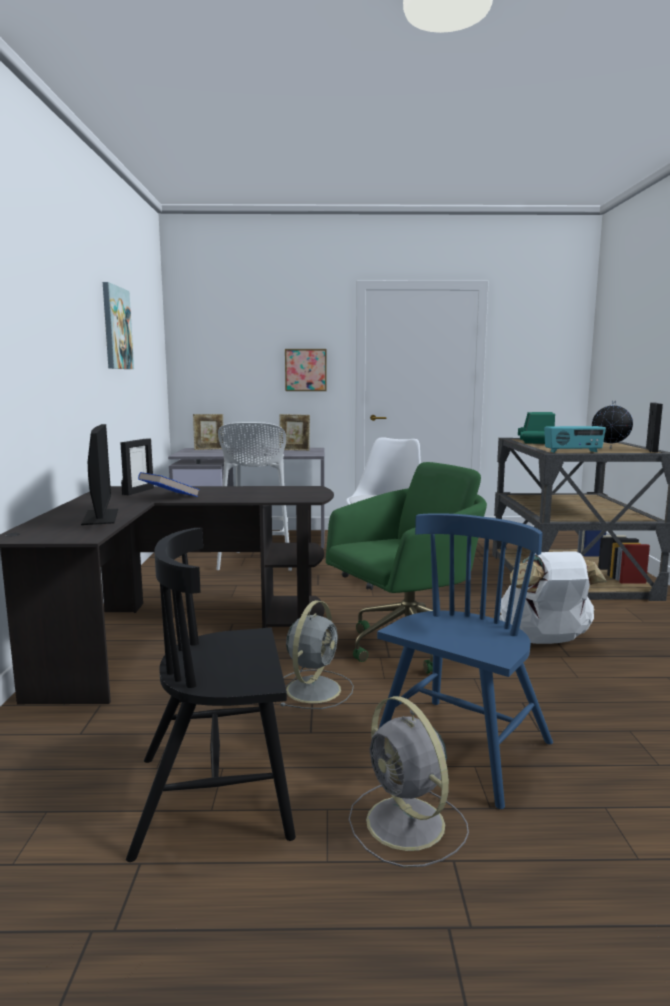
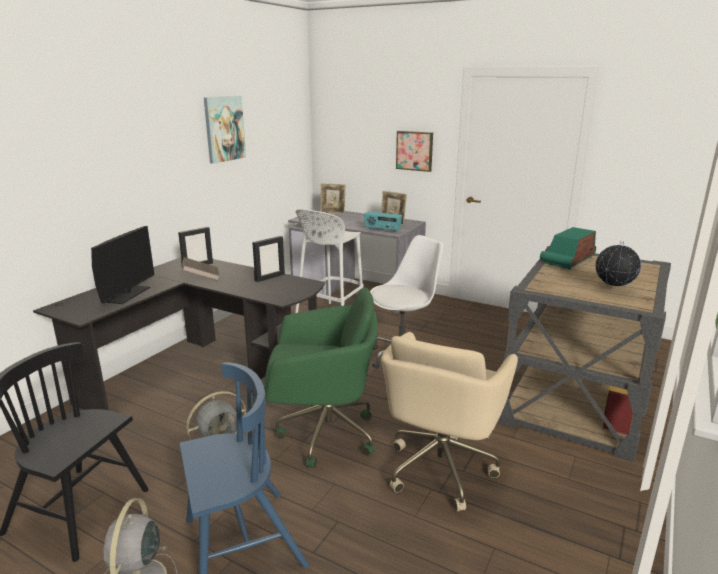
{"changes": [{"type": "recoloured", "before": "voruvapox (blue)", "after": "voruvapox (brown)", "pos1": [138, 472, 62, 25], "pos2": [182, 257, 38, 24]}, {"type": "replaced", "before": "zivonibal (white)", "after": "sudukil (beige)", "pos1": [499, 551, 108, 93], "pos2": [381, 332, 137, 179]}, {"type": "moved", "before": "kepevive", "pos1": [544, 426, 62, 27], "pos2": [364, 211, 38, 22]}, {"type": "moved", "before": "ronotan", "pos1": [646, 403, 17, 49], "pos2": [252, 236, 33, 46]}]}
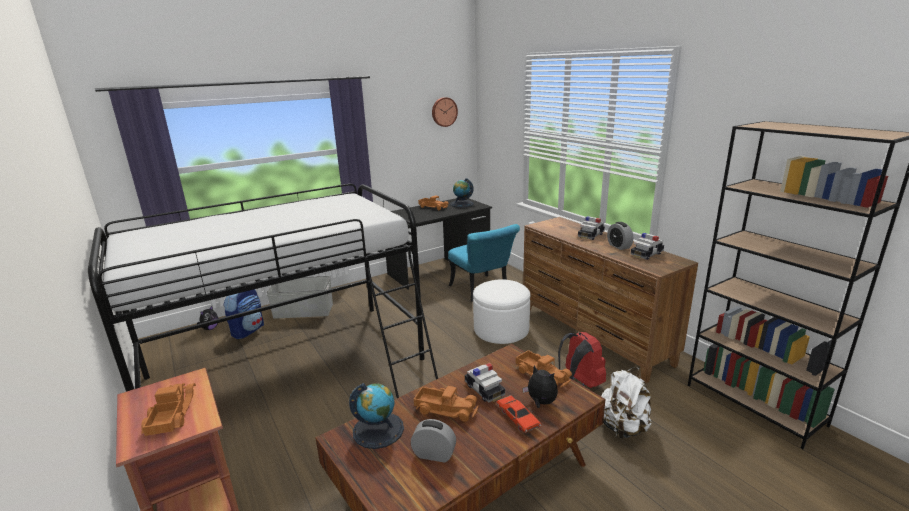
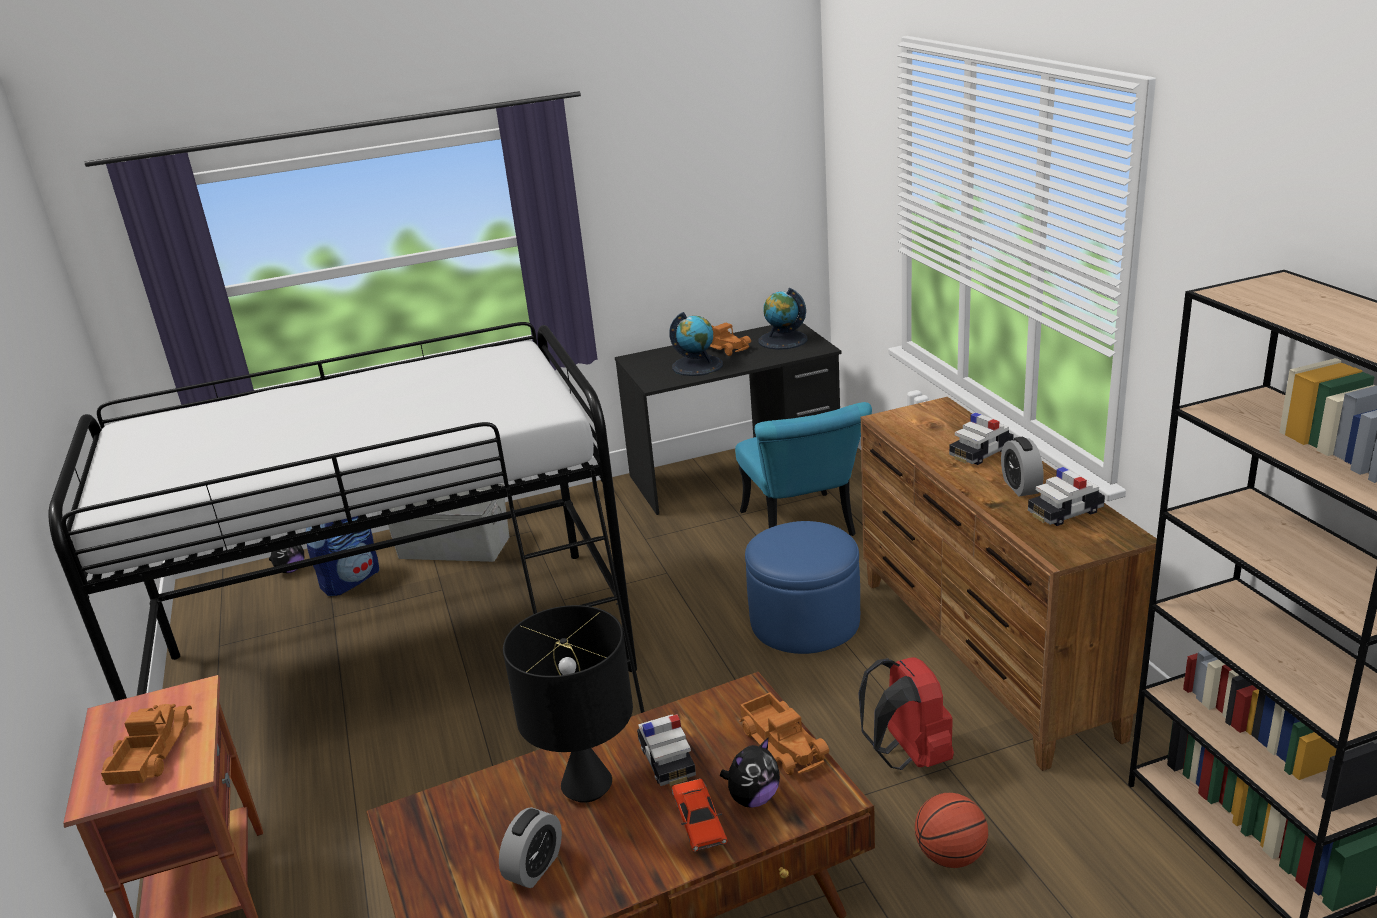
{"changes": [{"type": "moved", "before": "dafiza", "pos1": [349, 383, 55, 66], "pos2": [669, 312, 54, 64]}, {"type": "turned", "before": "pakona", "pos1": [411, 419, 45, 44], "pos2": [499, 807, 63, 81], "turn": 90}, {"type": "replaced", "before": "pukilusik", "after": "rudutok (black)", "pos1": [414, 386, 65, 36], "pos2": [503, 605, 130, 198]}, {"type": "removed", "before": "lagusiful", "pos1": [432, 97, 26, 30]}, {"type": "recoloured", "before": "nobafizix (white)", "after": "nobafizix (blue)", "pos1": [473, 280, 57, 64], "pos2": [745, 521, 115, 133]}, {"type": "turned", "before": "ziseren", "pos1": [522, 365, 36, 43], "pos2": [720, 738, 60, 70], "turn": 90}, {"type": "replaced", "before": "zivonibal (white)", "after": "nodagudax", "pos1": [601, 367, 50, 72], "pos2": [915, 793, 73, 75]}]}
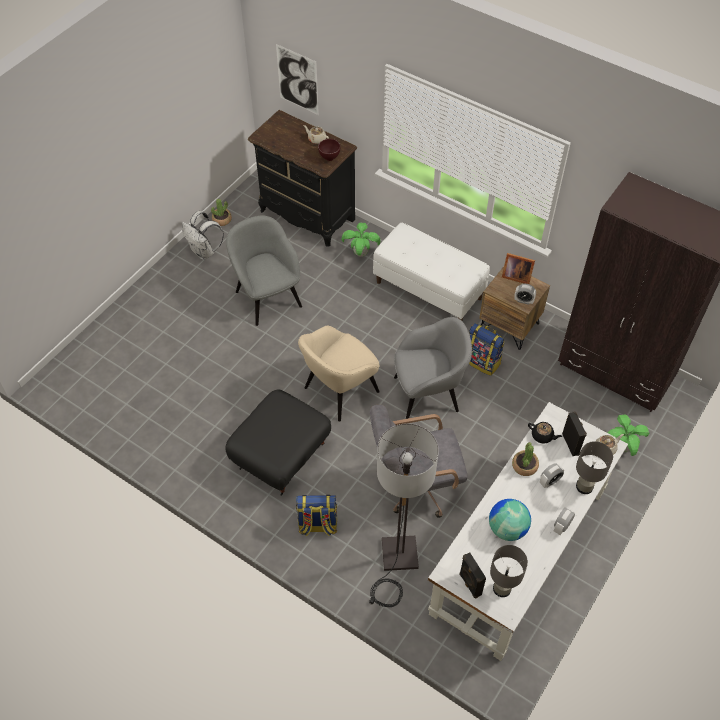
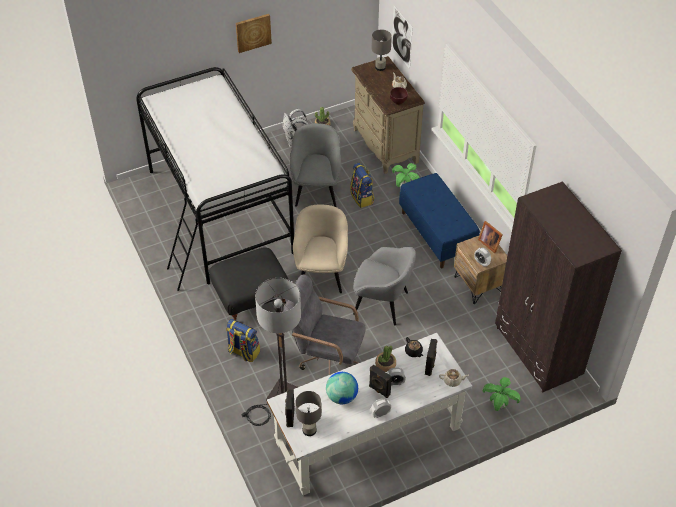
{"changes": [{"type": "recoloured", "before": "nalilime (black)", "after": "nalilime (beige)", "pos1": [248, 110, 109, 137], "pos2": [351, 56, 74, 118]}, {"type": "turned", "before": "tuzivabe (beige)", "pos1": [298, 326, 82, 96], "pos2": [293, 204, 55, 89], "turn": 105}, {"type": "recoloured", "before": "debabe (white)", "after": "debabe (blue)", "pos1": [373, 222, 117, 99], "pos2": [399, 173, 81, 95]}, {"type": "moved", "before": "zivonibal", "pos1": [469, 323, 36, 53], "pos2": [350, 163, 24, 45]}, {"type": "moved", "before": "rudutok (grey)", "pos1": [576, 441, 37, 53], "pos2": [372, 29, 20, 42]}, {"type": "added", "after": "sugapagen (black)", "pos2": [136, 67, 158, 224]}, {"type": "added", "after": "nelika", "pos2": [236, 14, 36, 39]}, {"type": "added", "after": "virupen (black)", "pos2": [369, 365, 23, 33]}]}
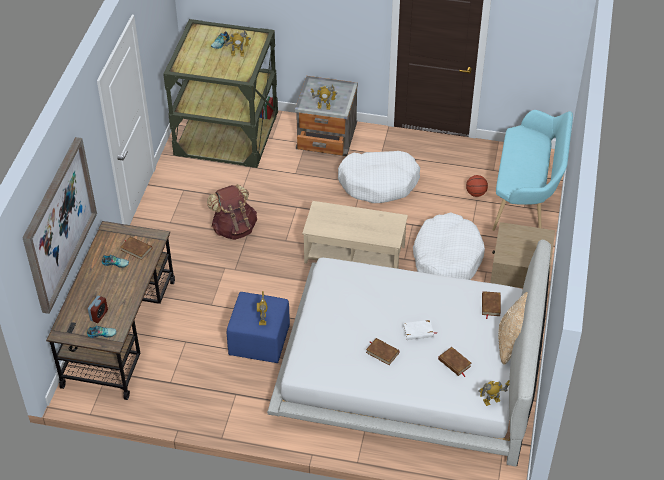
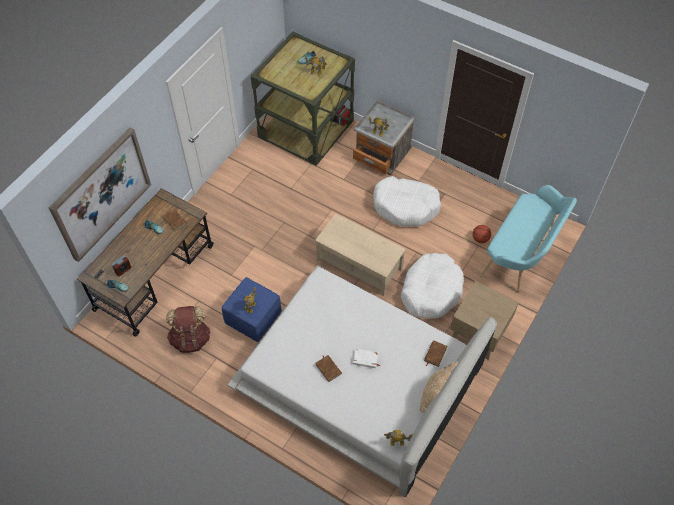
{"changes": [{"type": "moved", "before": "zivonibal (brown)", "pos1": [207, 184, 50, 56], "pos2": [166, 306, 44, 47]}, {"type": "removed", "before": "voruvapox (brown)", "pos1": [438, 347, 33, 30]}]}
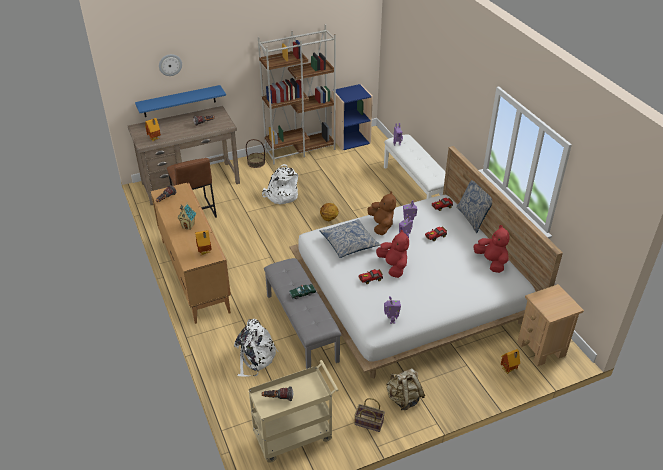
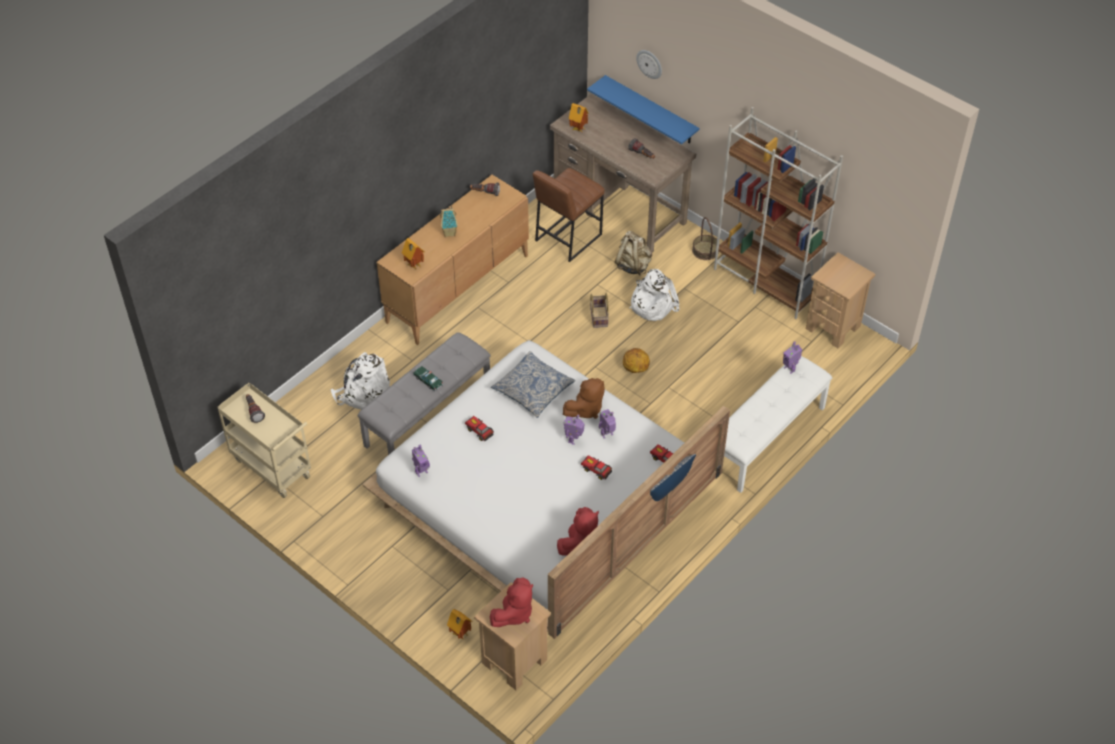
{"changes": [{"type": "replaced", "before": "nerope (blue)", "after": "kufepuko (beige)", "pos1": [332, 84, 41, 67], "pos2": [806, 252, 69, 96]}, {"type": "moved", "before": "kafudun", "pos1": [354, 398, 31, 34], "pos2": [590, 293, 19, 35]}, {"type": "moved", "before": "ziseren (red)", "pos1": [376, 230, 33, 48], "pos2": [490, 578, 43, 49]}, {"type": "moved", "before": "zivonibal (beige)", "pos1": [386, 368, 39, 42], "pos2": [615, 231, 37, 45]}]}
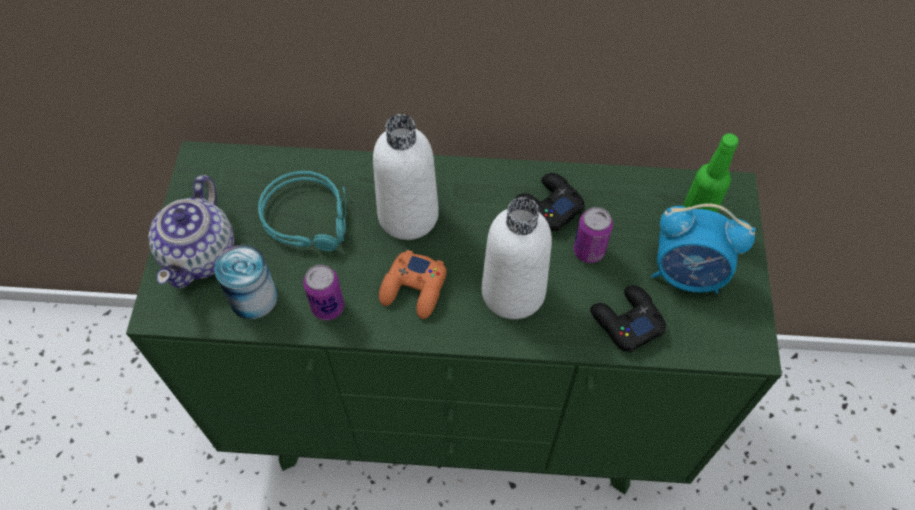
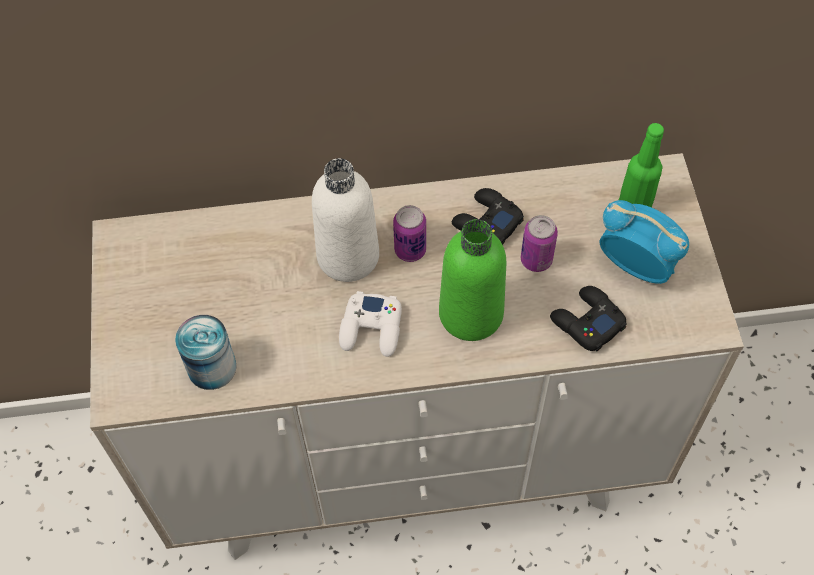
{"changes": [{"type": "recoloured", "before": "nalilime (green)", "after": "nalilime (white)", "pos1": [126, 141, 656, 353], "pos2": [90, 153, 654, 407]}, {"type": "removed", "before": "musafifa", "pos1": [148, 175, 87, 113]}, {"type": "removed", "before": "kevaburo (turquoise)", "pos1": [258, 171, 88, 80]}, {"type": "moved", "before": "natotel", "pos1": [303, 265, 41, 55], "pos2": [393, 205, 33, 57]}, {"type": "recoloured", "before": "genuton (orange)", "after": "genuton (white)", "pos1": [379, 250, 68, 69], "pos2": [339, 291, 63, 66]}, {"type": "recoloured", "before": "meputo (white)", "after": "meputo (green)", "pos1": [482, 197, 70, 122], "pos2": [439, 219, 67, 122]}, {"type": "turned", "before": "pakona", "pos1": [651, 203, 105, 90], "pos2": [599, 200, 90, 84], "turn": -150}]}
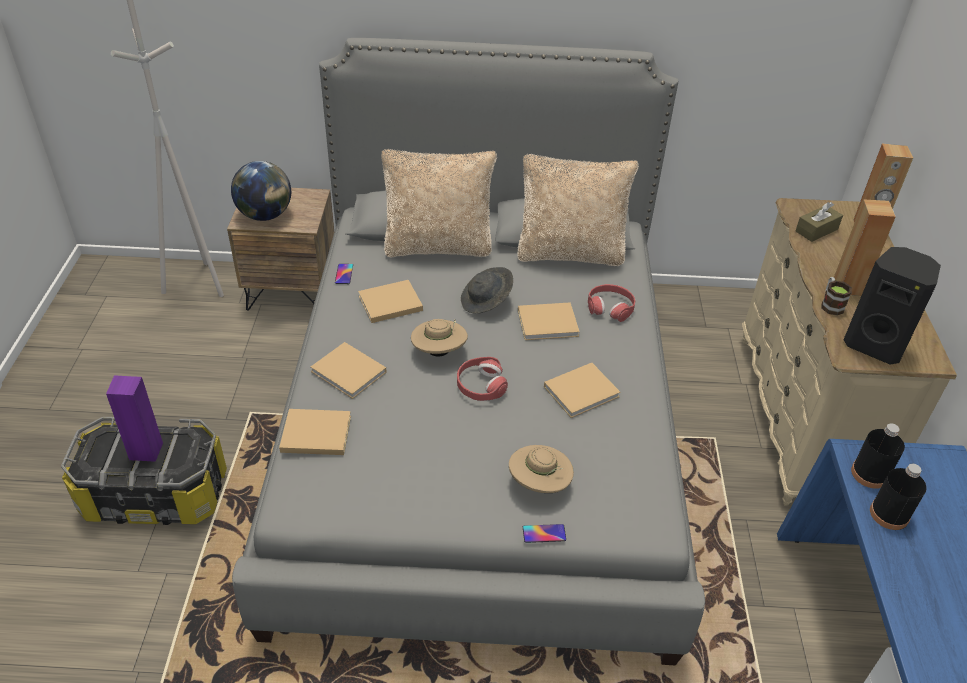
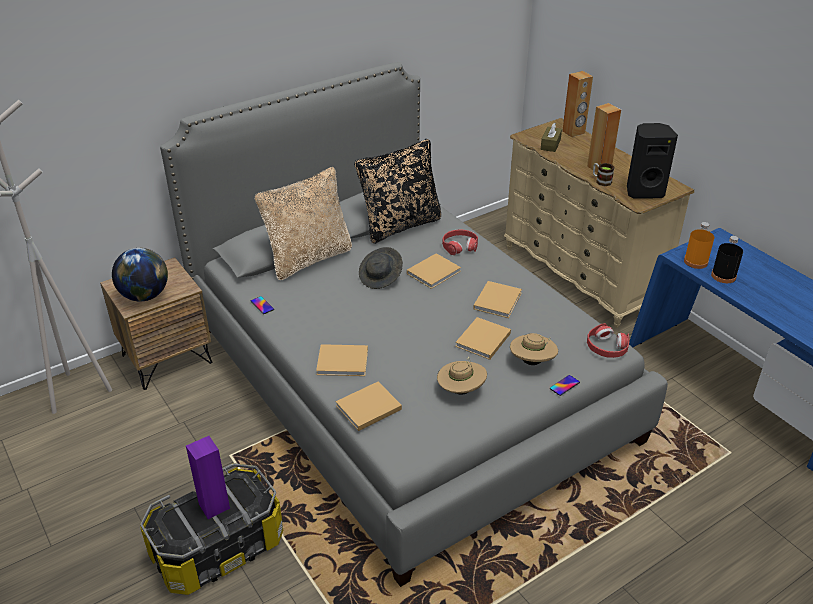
{"changes": [{"type": "moved", "before": "voruvapox (beige)", "pos1": [358, 280, 65, 43], "pos2": [455, 317, 56, 43]}, {"type": "moved", "before": "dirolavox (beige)", "pos1": [411, 319, 57, 38], "pos2": [437, 357, 50, 38]}, {"type": "moved", "before": "kevaburo (red)", "pos1": [457, 357, 51, 44], "pos2": [587, 323, 42, 35]}, {"type": "recoloured", "before": "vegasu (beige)", "after": "vegasu (black)", "pos1": [517, 153, 122, 113], "pos2": [355, 139, 86, 105]}, {"type": "recoloured", "before": "meputo (black)", "after": "meputo (orange)", "pos1": [851, 423, 54, 66], "pos2": [684, 222, 30, 47]}]}
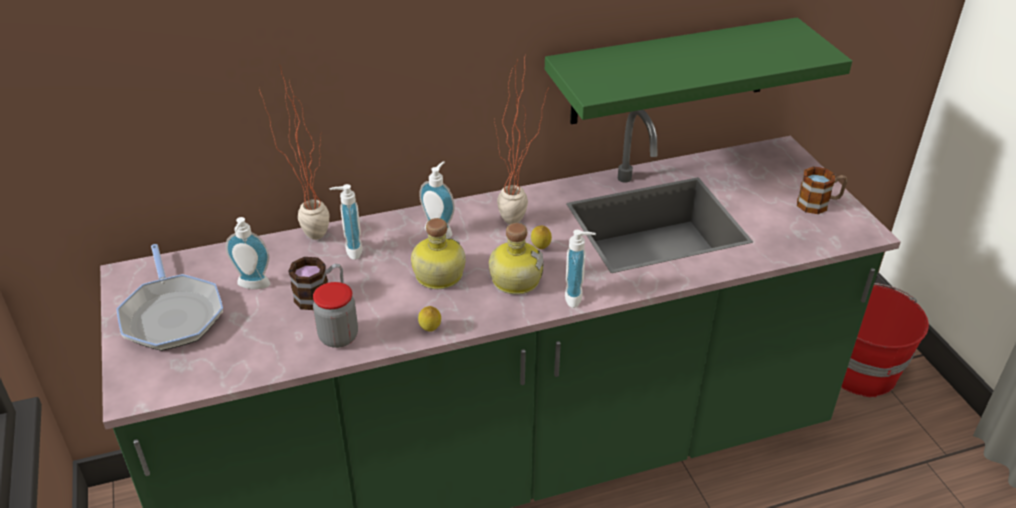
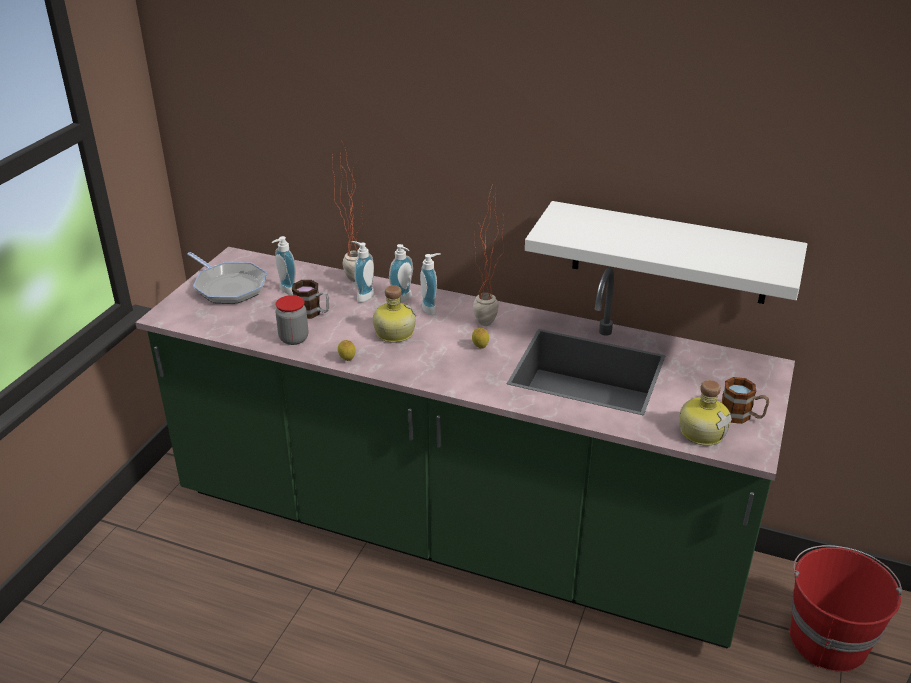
{"changes": [{"type": "turned", "before": "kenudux", "pos1": [116, 244, 107, 107], "pos2": [187, 252, 80, 52], "turn": -60}, {"type": "moved", "before": "meputo", "pos1": [489, 223, 55, 72], "pos2": [680, 380, 52, 66]}, {"type": "recoloured", "before": "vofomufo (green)", "after": "vofomufo (white)", "pos1": [545, 18, 307, 106], "pos2": [525, 201, 282, 103]}, {"type": "moved", "before": "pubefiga", "pos1": [565, 230, 31, 78], "pos2": [389, 244, 24, 59]}]}
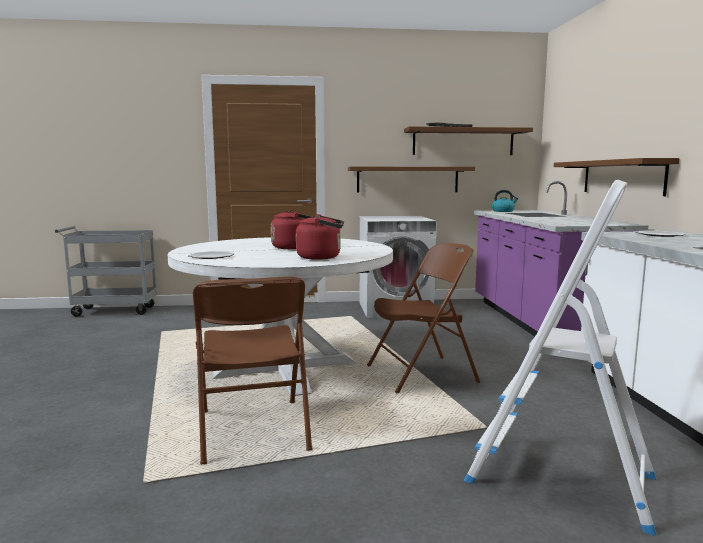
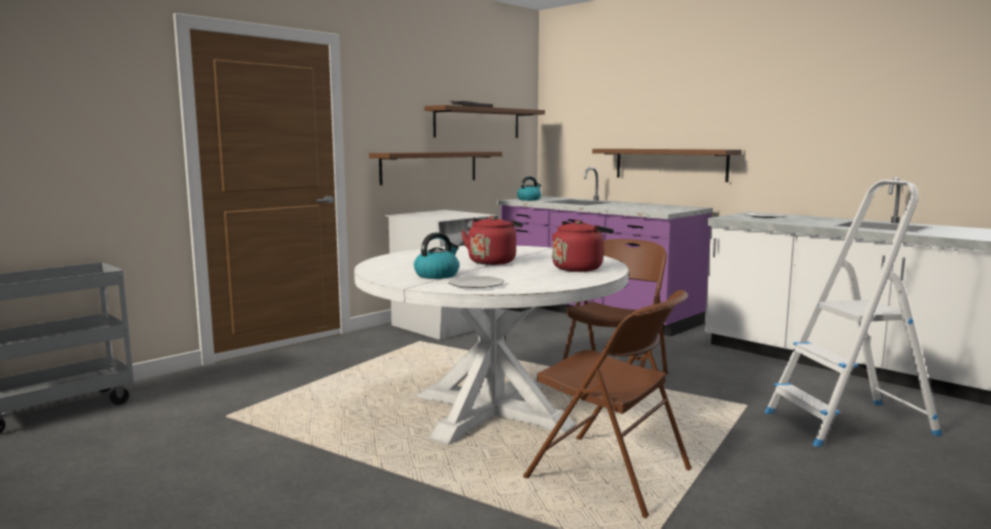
{"changes": [{"type": "added", "after": "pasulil", "pos2": [414, 232, 45, 47]}]}
